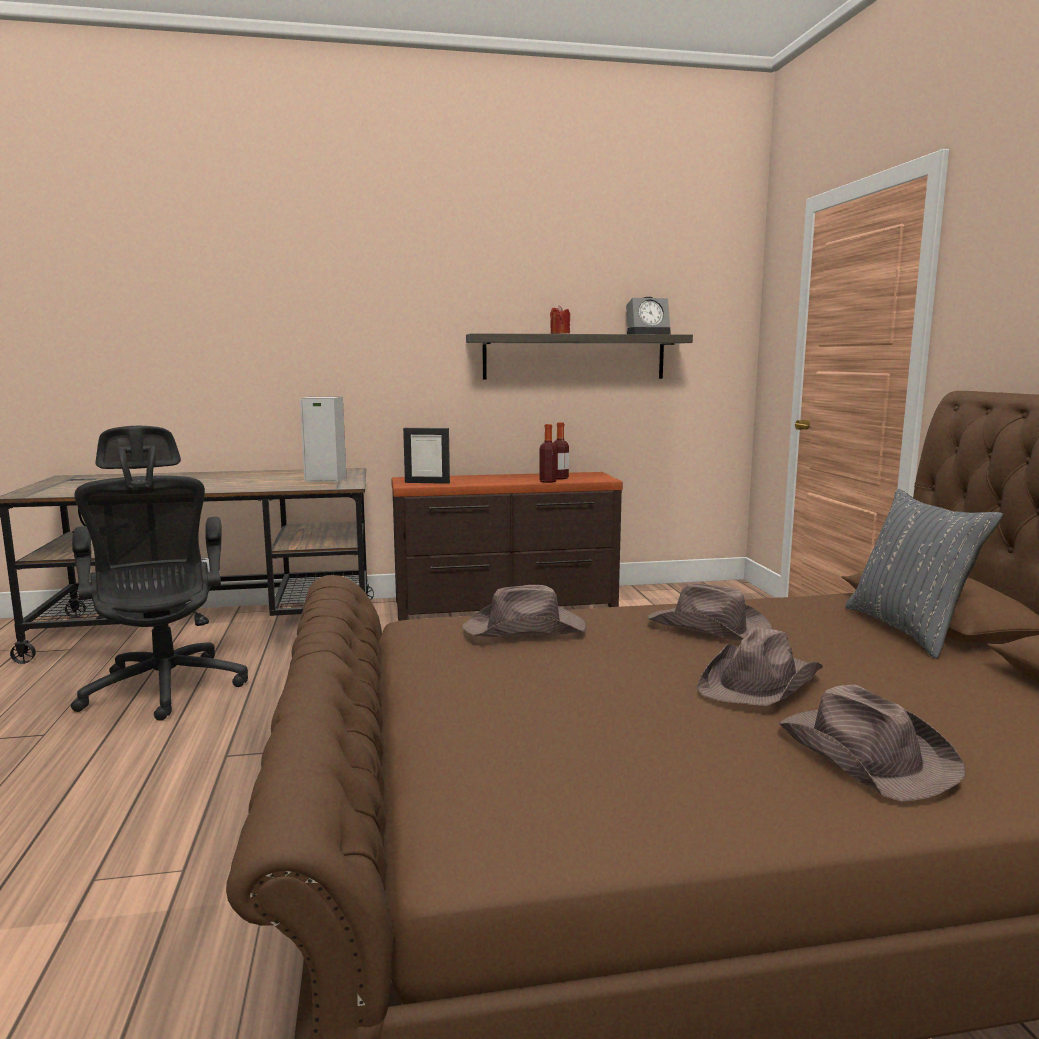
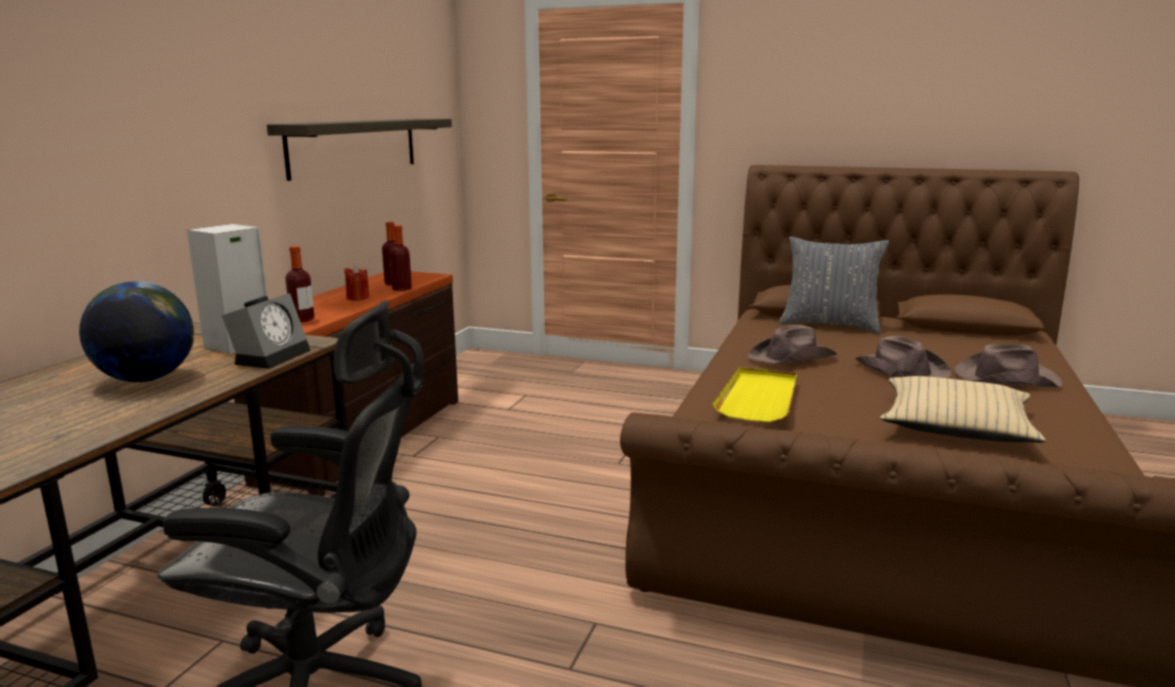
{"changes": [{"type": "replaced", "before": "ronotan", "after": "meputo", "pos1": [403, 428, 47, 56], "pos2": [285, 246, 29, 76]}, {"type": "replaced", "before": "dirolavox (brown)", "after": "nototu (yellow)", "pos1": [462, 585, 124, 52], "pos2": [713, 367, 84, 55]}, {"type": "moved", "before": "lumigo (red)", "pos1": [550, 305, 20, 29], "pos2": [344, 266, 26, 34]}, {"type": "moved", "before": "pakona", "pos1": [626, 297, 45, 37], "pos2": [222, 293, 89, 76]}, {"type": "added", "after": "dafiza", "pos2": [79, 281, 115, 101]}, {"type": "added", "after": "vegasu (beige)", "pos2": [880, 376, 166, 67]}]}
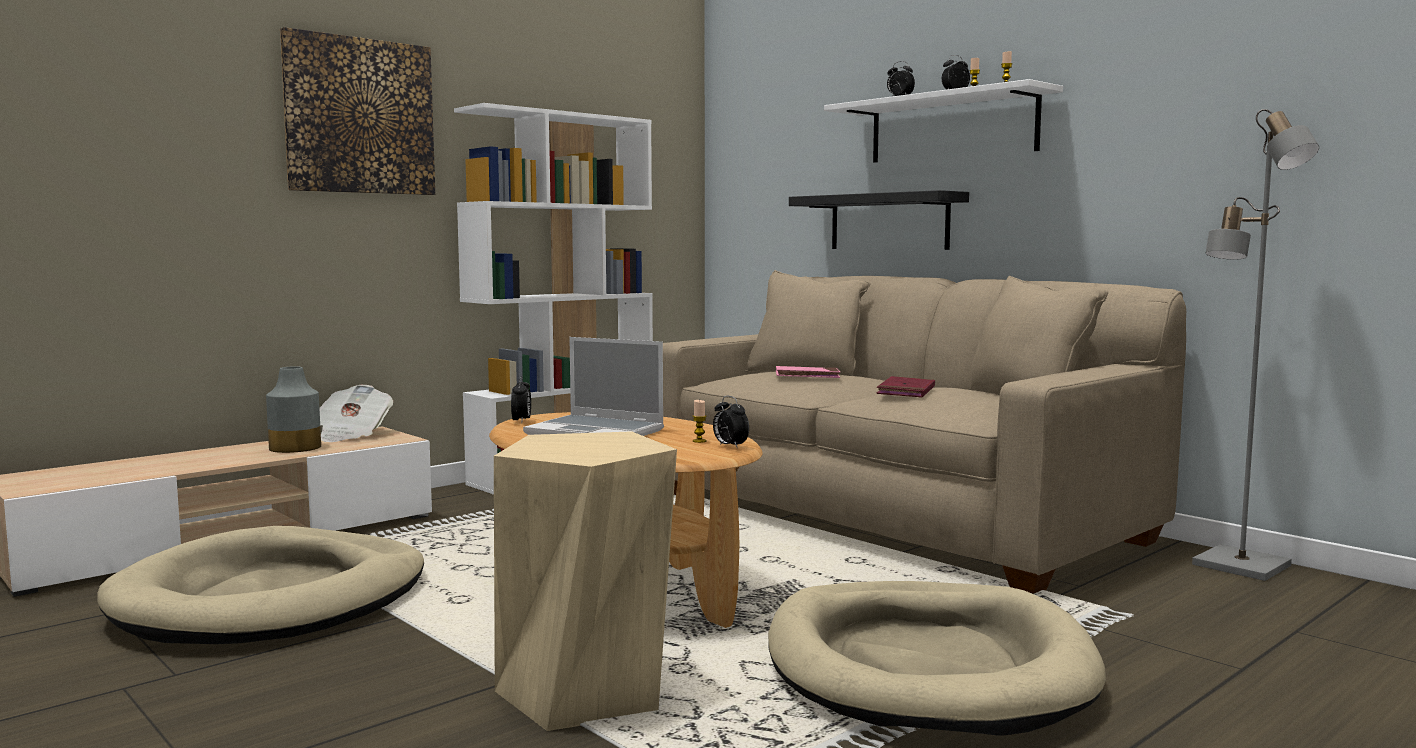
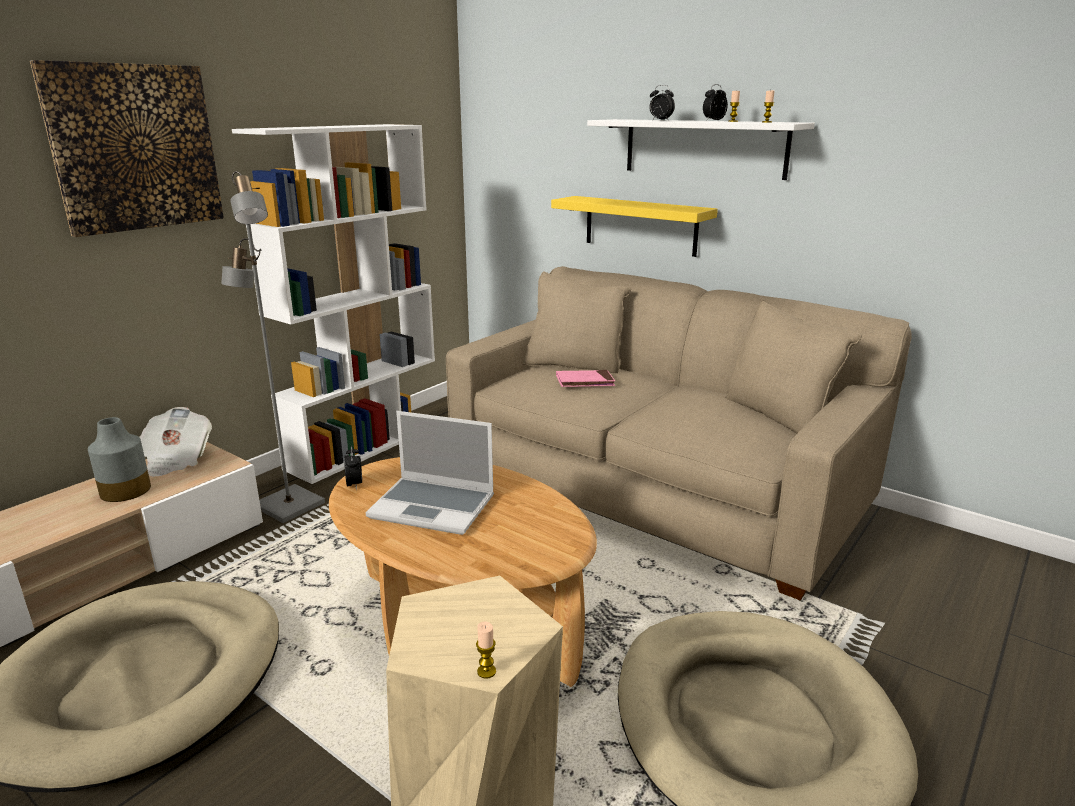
{"changes": [{"type": "moved", "before": "lumigo", "pos1": [693, 400, 13, 43], "pos2": [476, 622, 20, 57]}, {"type": "removed", "before": "pakona", "pos1": [713, 396, 36, 53]}, {"type": "recoloured", "before": "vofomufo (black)", "after": "vofomufo (yellow)", "pos1": [789, 190, 180, 60], "pos2": [551, 196, 167, 61]}, {"type": "removed", "before": "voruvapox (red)", "pos1": [876, 376, 59, 22]}, {"type": "moved", "before": "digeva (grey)", "pos1": [1192, 109, 127, 472], "pos2": [221, 171, 104, 352]}]}
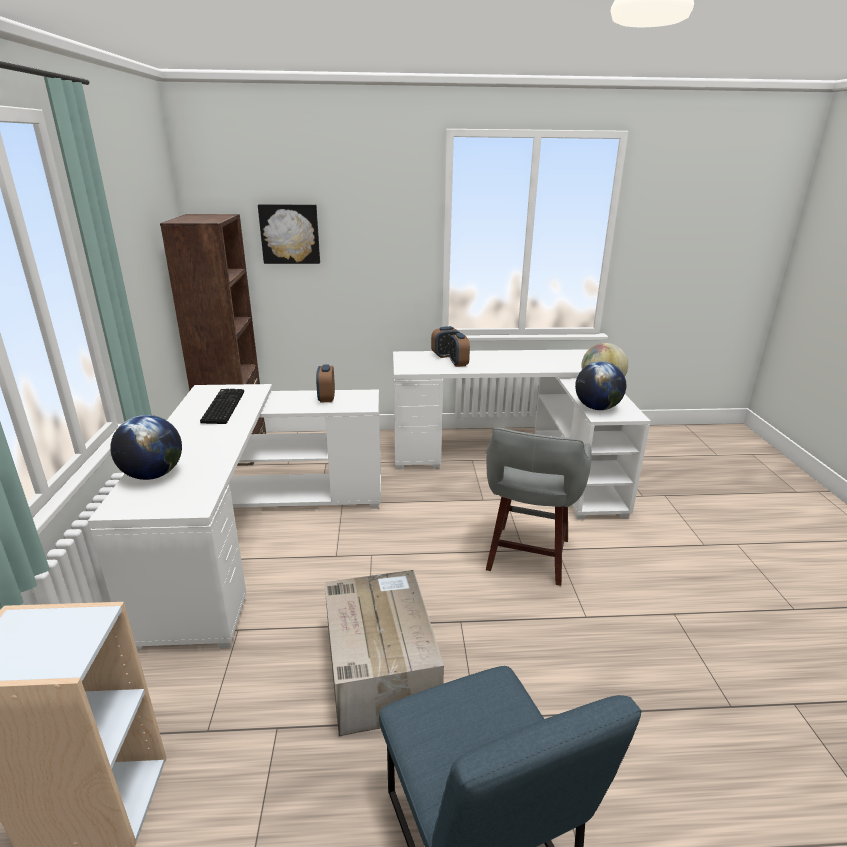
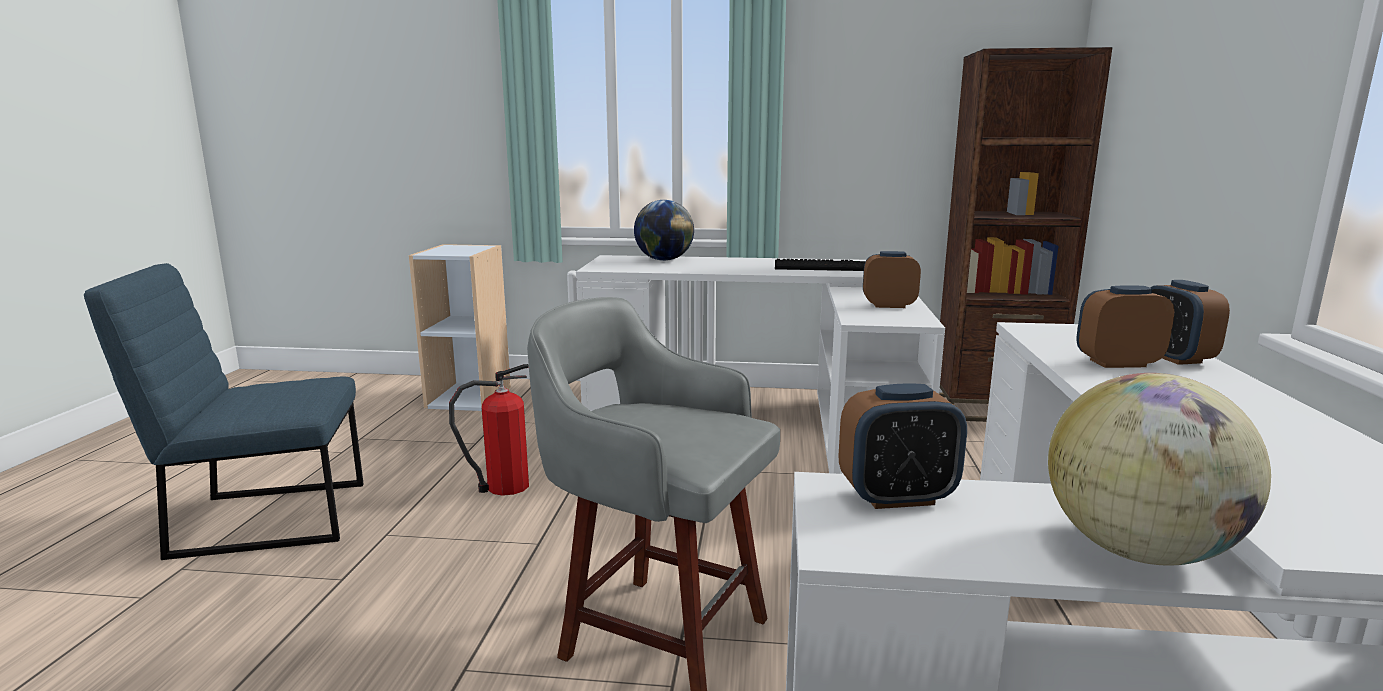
{"changes": [{"type": "removed", "before": "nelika", "pos1": [258, 204, 62, 60]}, {"type": "replaced", "before": "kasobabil", "after": "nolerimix", "pos1": [325, 570, 119, 166], "pos2": [449, 364, 80, 132]}, {"type": "replaced", "before": "dafiza", "after": "pakona", "pos1": [575, 361, 51, 49], "pos2": [838, 384, 129, 125]}]}
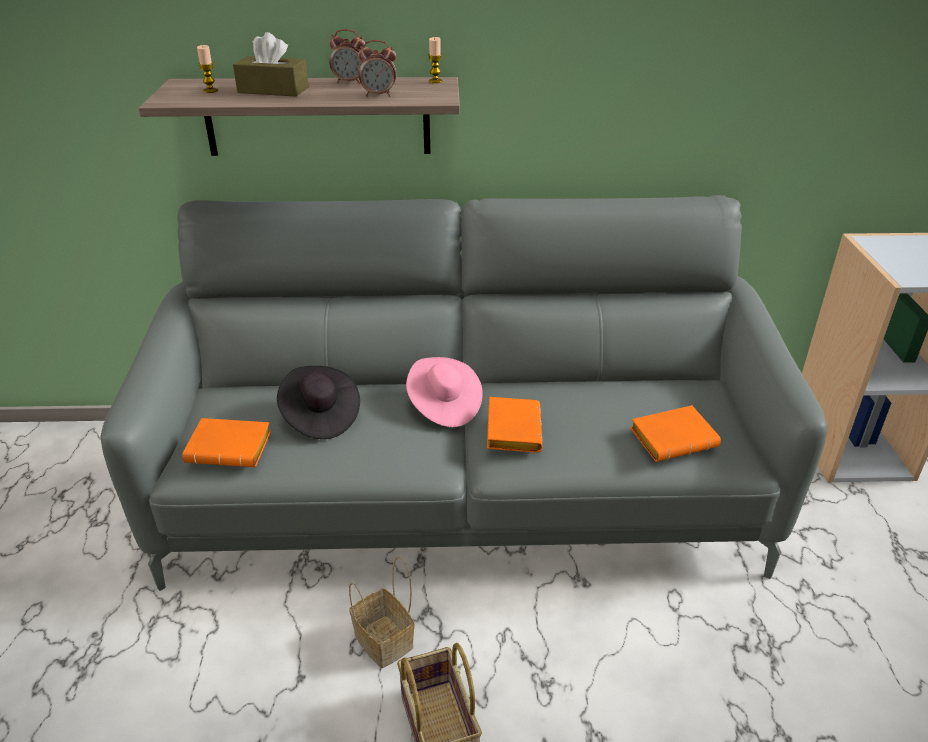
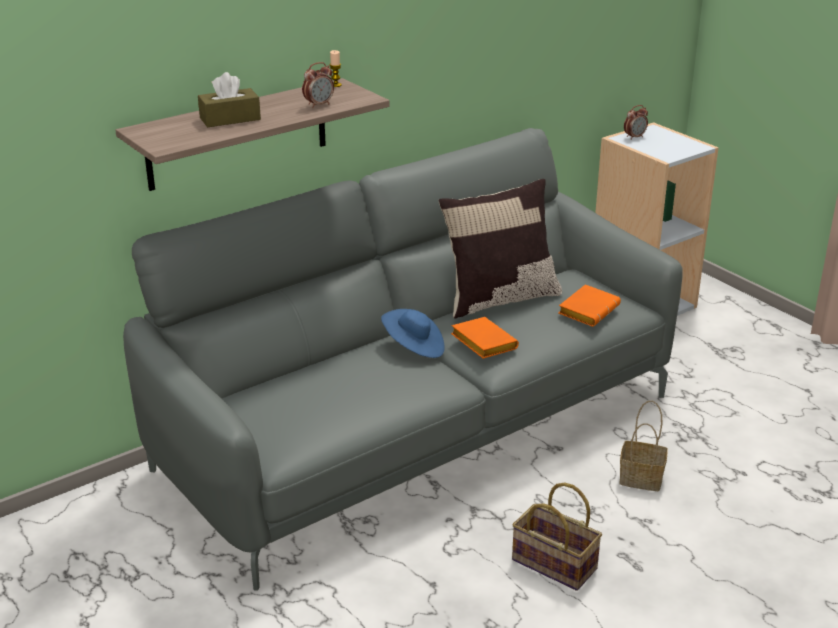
{"changes": [{"type": "removed", "before": "voruvapox (orange)", "pos1": [182, 418, 89, 49]}, {"type": "removed", "before": "lumigo", "pos1": [197, 45, 21, 48]}, {"type": "removed", "before": "dirolavox (black)", "pos1": [277, 366, 83, 73]}, {"type": "moved", "before": "pakona", "pos1": [329, 29, 36, 55], "pos2": [624, 105, 24, 35]}, {"type": "moved", "before": "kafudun", "pos1": [349, 556, 66, 112], "pos2": [619, 401, 48, 90]}, {"type": "recoloured", "before": "dirolavox (pink)", "after": "dirolavox (blue)", "pos1": [406, 357, 77, 70], "pos2": [381, 309, 64, 49]}, {"type": "added", "after": "vegasu", "pos2": [439, 179, 123, 139]}]}
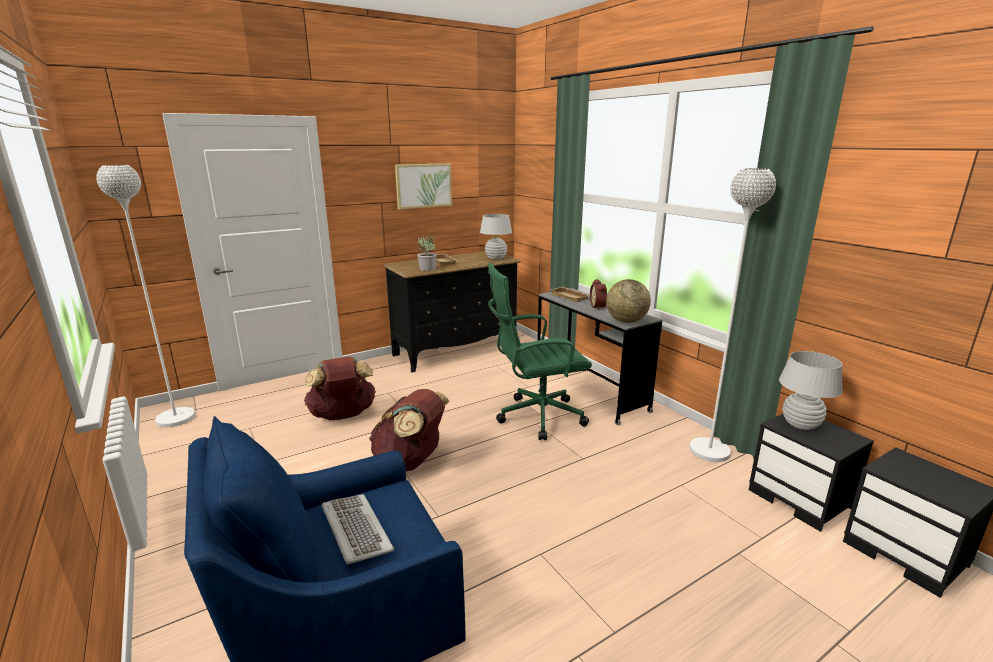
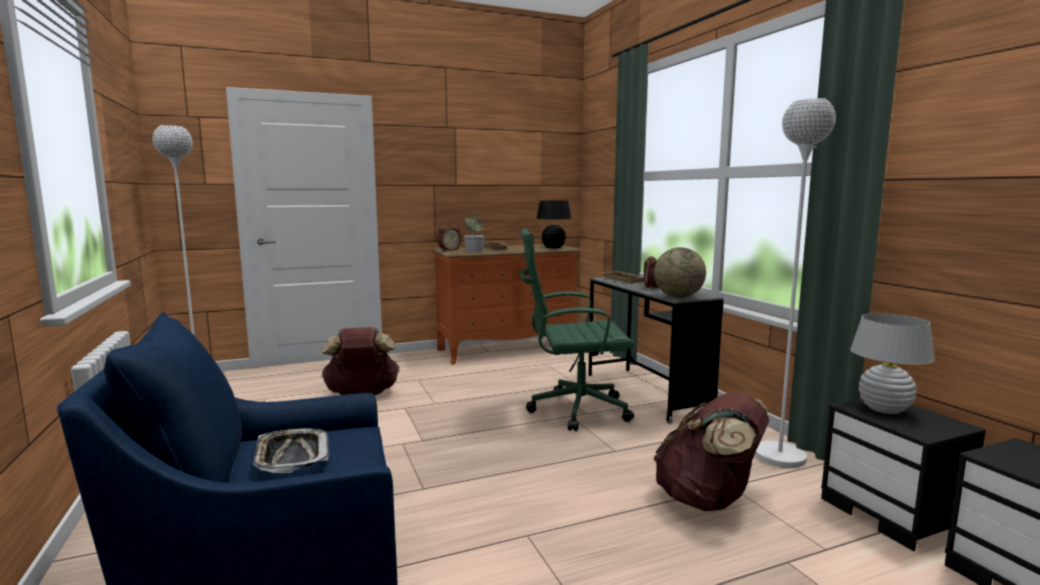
{"changes": [{"type": "replaced", "before": "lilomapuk", "after": "nototu", "pos1": [322, 494, 72, 70], "pos2": [252, 428, 78, 45]}, {"type": "moved", "before": "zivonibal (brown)", "pos1": [369, 389, 80, 82], "pos2": [653, 393, 116, 118]}, {"type": "recoloured", "before": "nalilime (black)", "after": "nalilime (orange)", "pos1": [383, 251, 138, 122], "pos2": [432, 244, 149, 121]}, {"type": "removed", "before": "nelika", "pos1": [395, 163, 57, 46]}, {"type": "recoloured", "before": "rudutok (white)", "after": "rudutok (black)", "pos1": [480, 214, 32, 46], "pos2": [536, 201, 35, 47]}, {"type": "added", "after": "pakona", "pos2": [437, 226, 24, 25]}]}
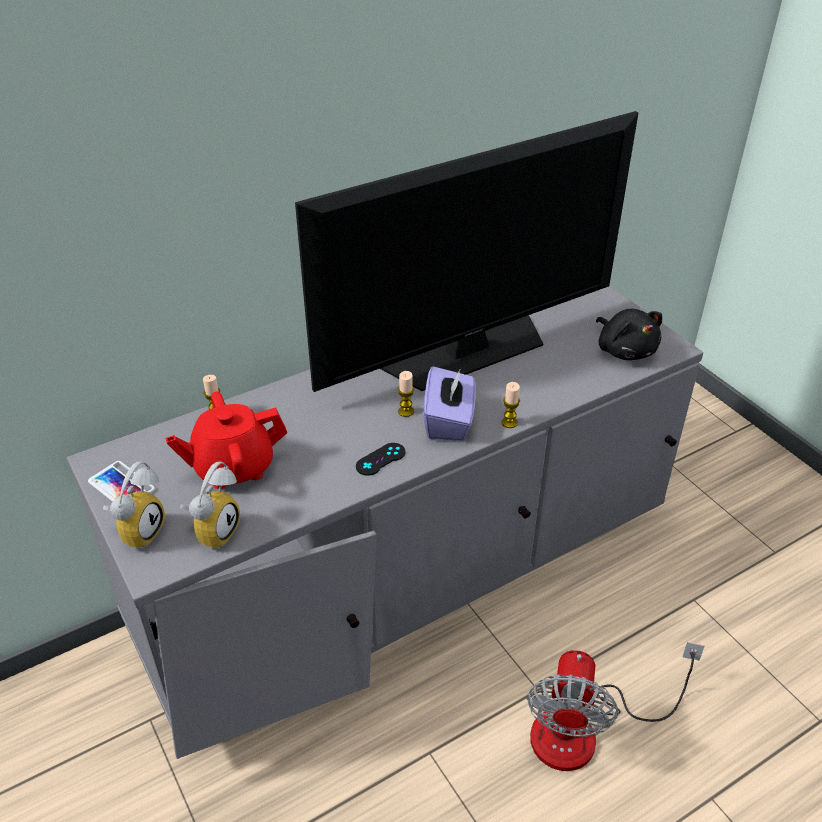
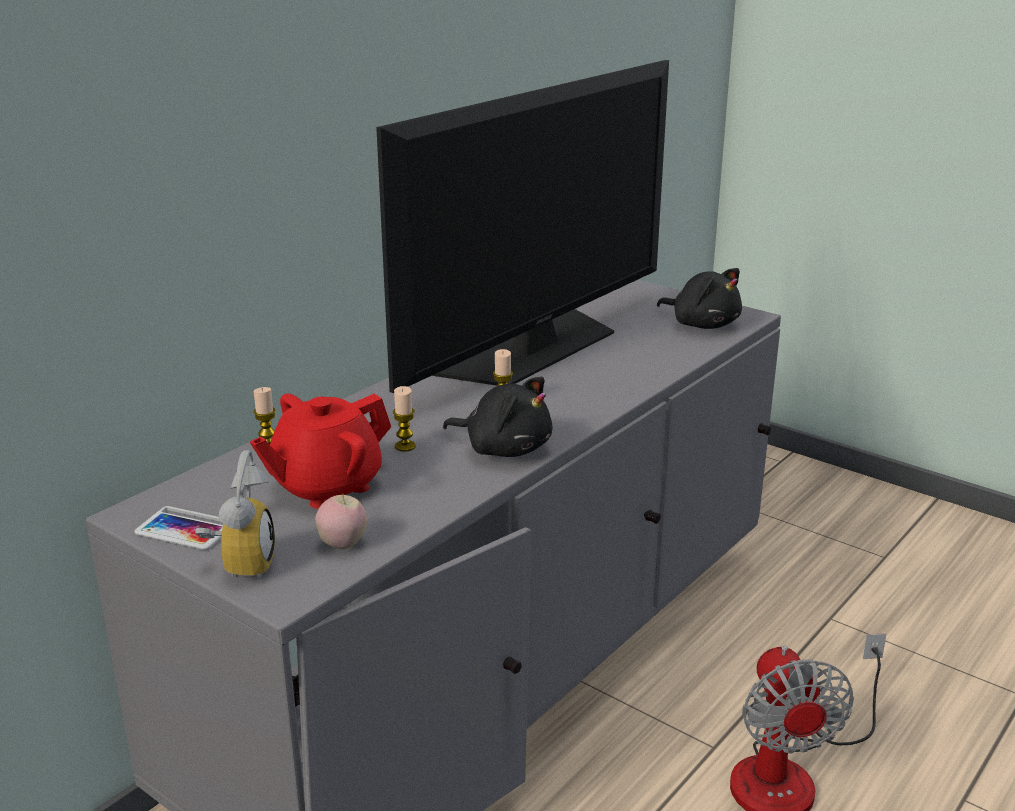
{"changes": [{"type": "replaced", "before": "pakona", "after": "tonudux", "pos1": [180, 462, 60, 87], "pos2": [315, 493, 52, 56]}, {"type": "replaced", "before": "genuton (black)", "after": "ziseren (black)", "pos1": [356, 443, 50, 33], "pos2": [443, 377, 109, 80]}, {"type": "removed", "before": "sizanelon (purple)", "pos1": [424, 366, 52, 75]}, {"type": "moved", "before": "lumigo", "pos1": [502, 382, 18, 46], "pos2": [393, 386, 23, 66]}]}
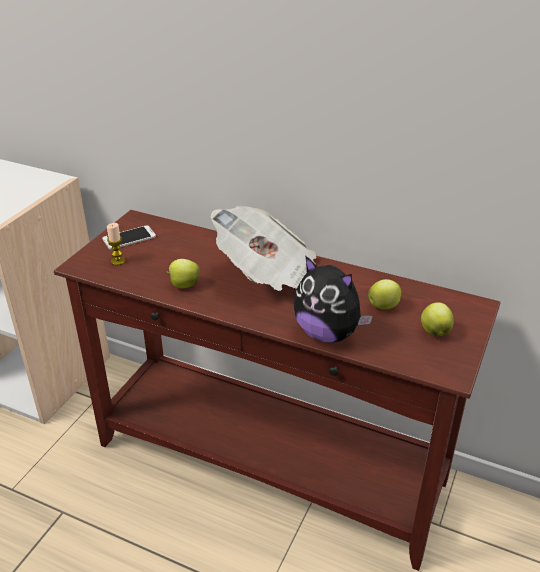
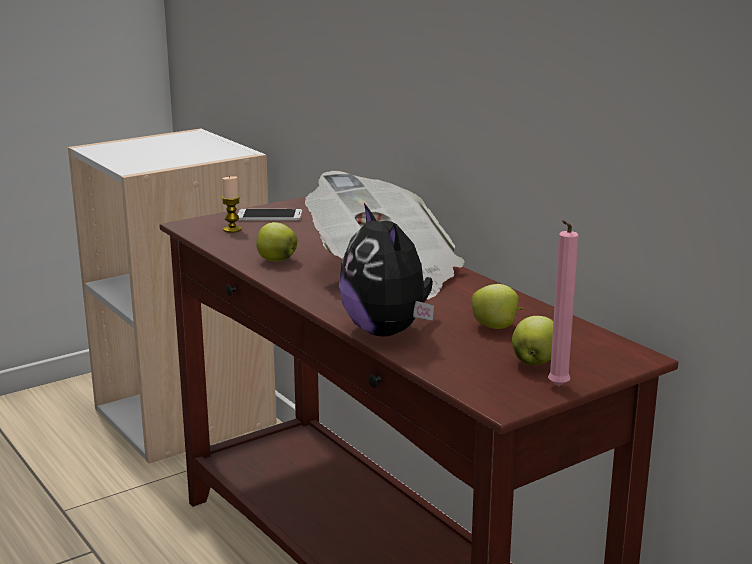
{"changes": [{"type": "added", "after": "lumigo (pink)", "pos2": [548, 220, 31, 167]}]}
